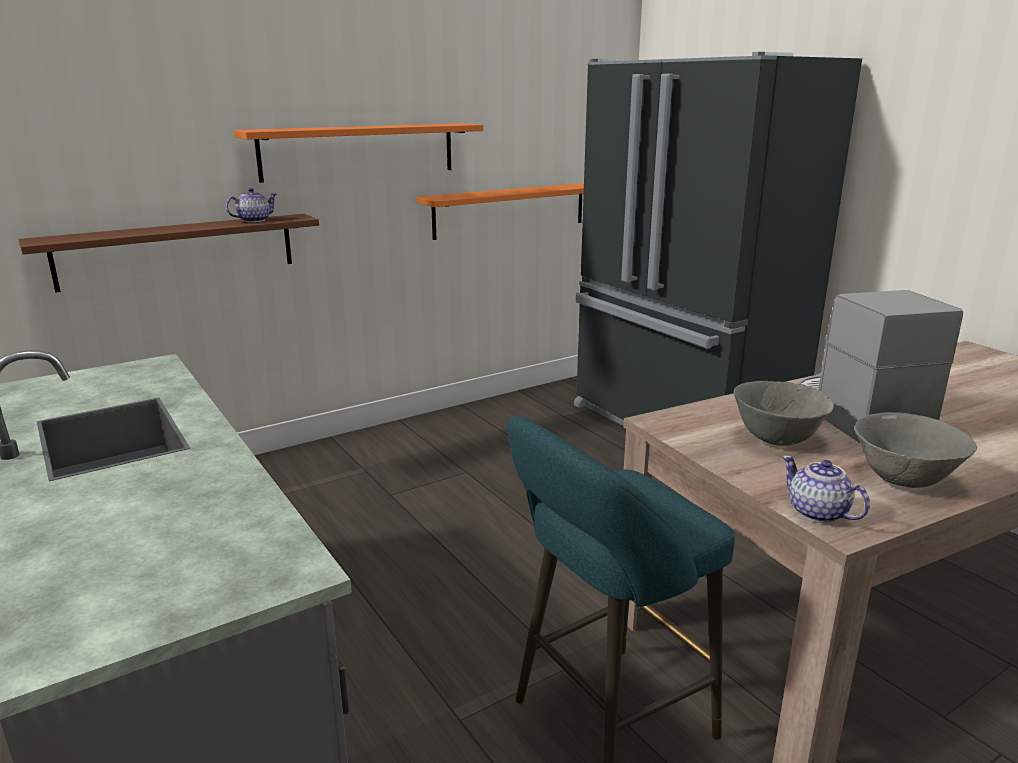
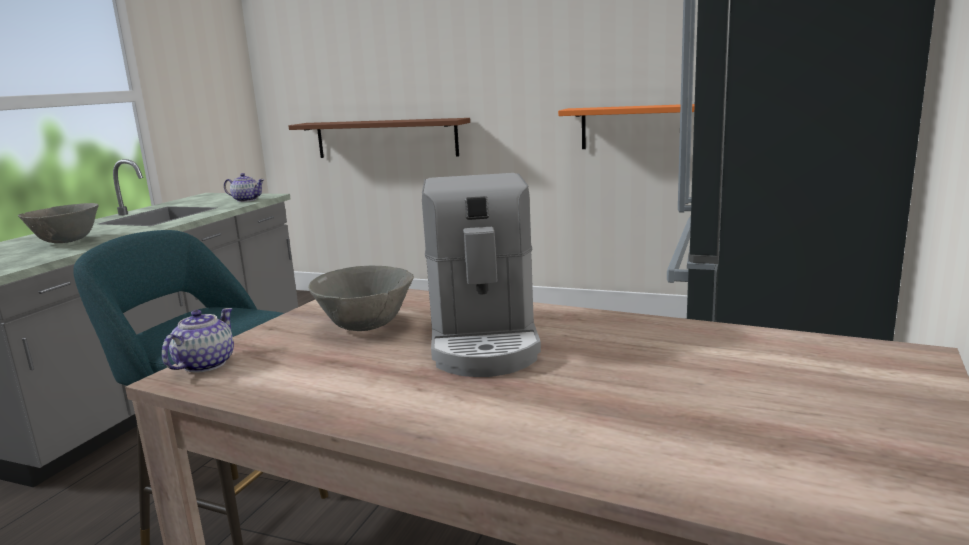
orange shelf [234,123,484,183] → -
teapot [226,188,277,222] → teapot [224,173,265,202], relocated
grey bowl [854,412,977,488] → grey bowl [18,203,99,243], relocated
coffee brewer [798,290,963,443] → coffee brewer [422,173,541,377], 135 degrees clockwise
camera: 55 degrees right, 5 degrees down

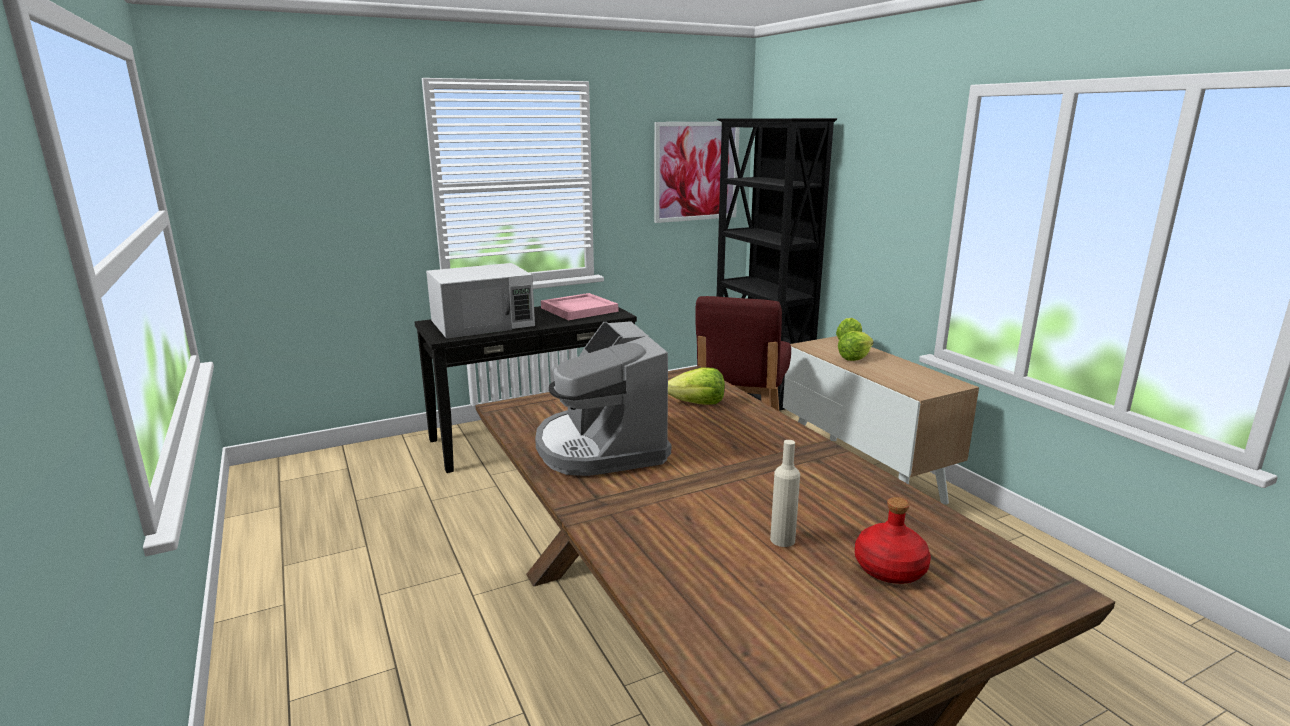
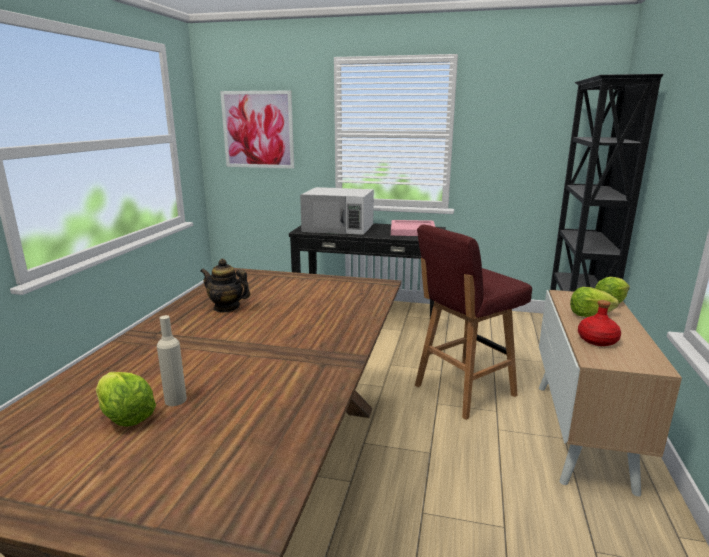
picture [654,122,740,223] → picture [220,90,294,169], relocated
lettuce [668,368,725,404] → lettuce [96,372,156,427], relocated
red bottle [855,497,931,584] → red bottle [578,300,621,346], relocated
coffee brewer [535,321,671,476] → teapot [200,259,250,313]
camera: 40 degrees right, 0 degrees up

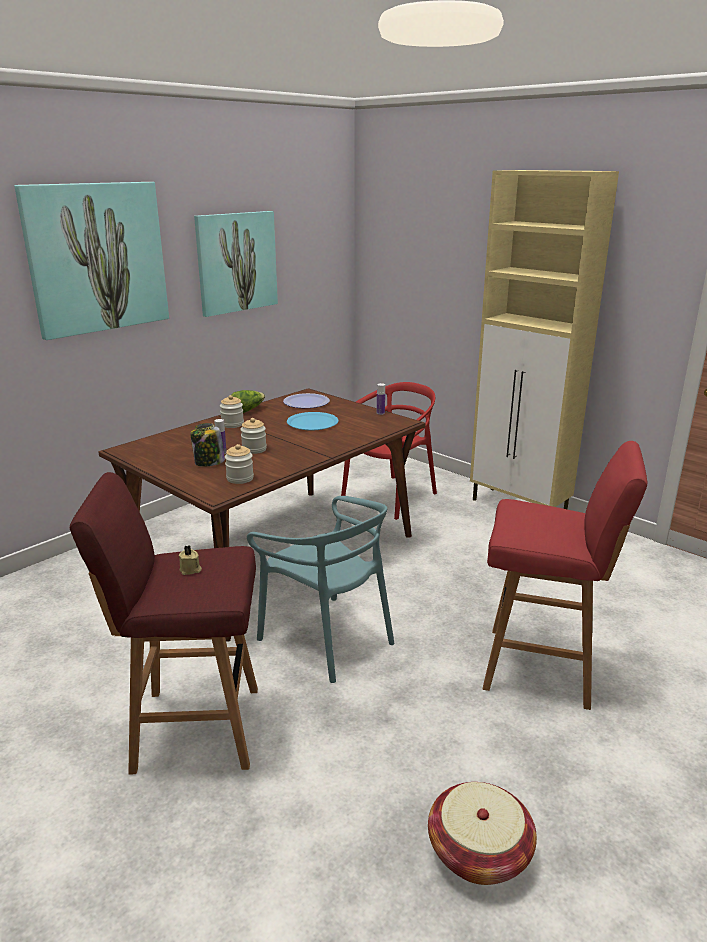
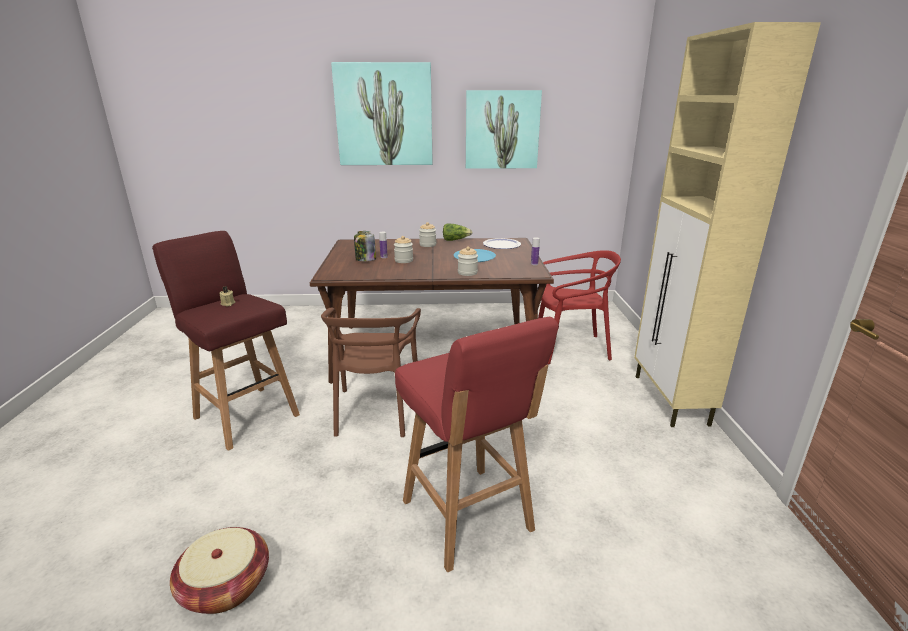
jar [225,444,254,484] → jar [458,246,478,276], relocated
turquoise-coloured upright chair [247,496,394,683] → brown upright chair [321,308,421,437]
camera: 45 degrees right, 0 degrees up

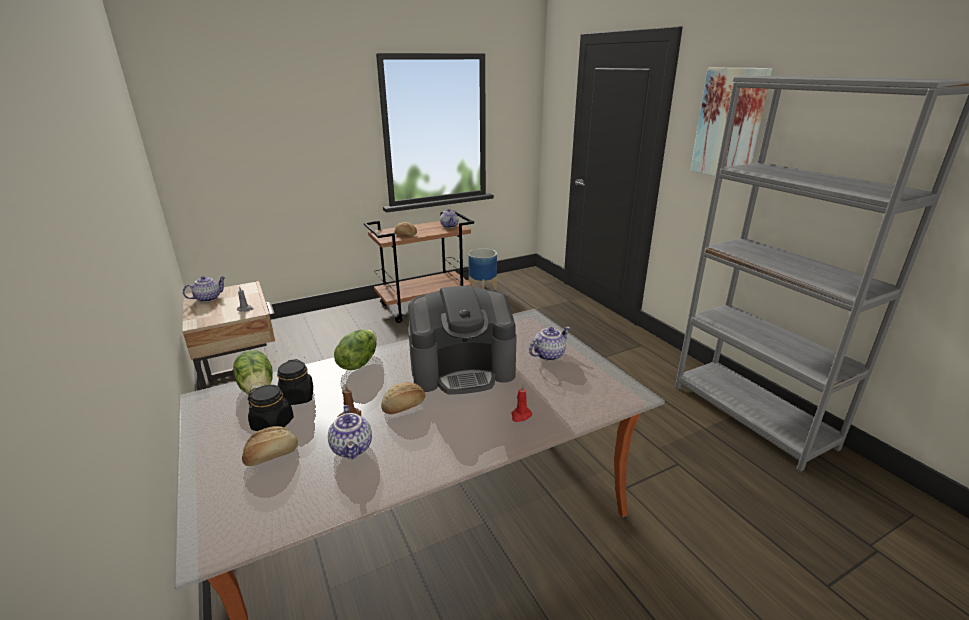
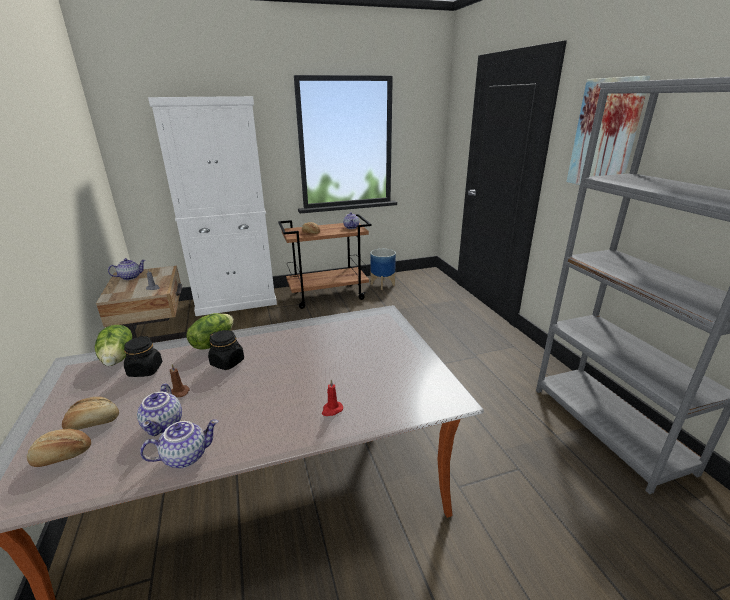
coffee brewer [408,285,517,395] → -
- → white storage cabinet [148,96,277,316]
black-coloured jar [248,385,294,431] → black-coloured jar [208,330,244,370], relocated
baked bread [381,382,425,414] → baked bread [27,429,91,467], relocated
teapot [529,327,570,361] → teapot [140,419,218,468], relocated
camera: 10 degrees right, 0 degrees up

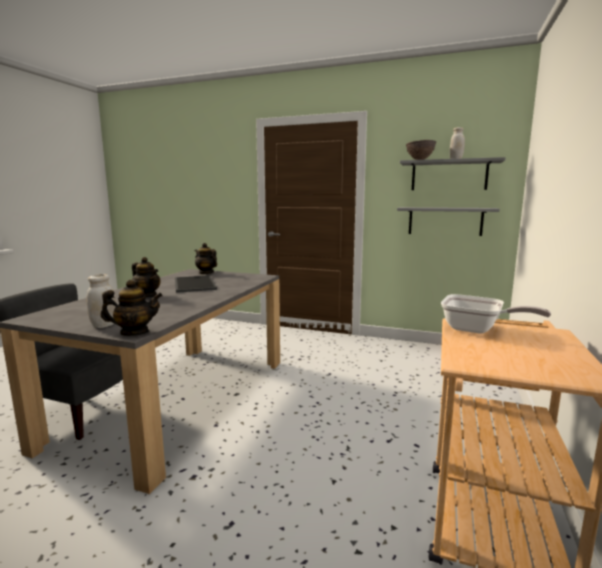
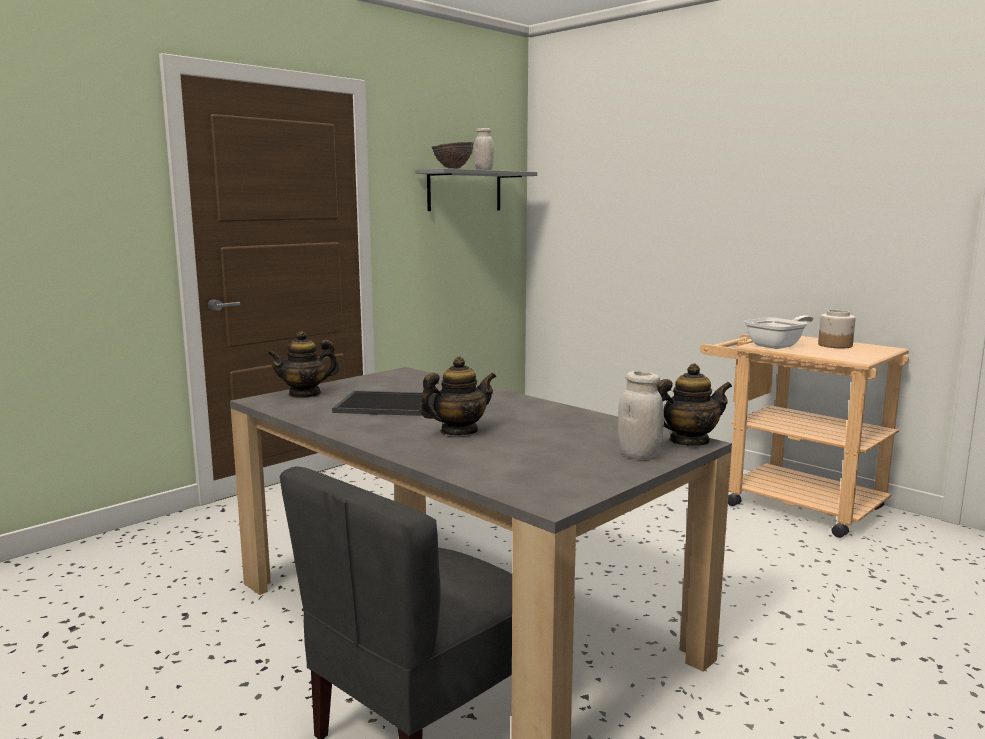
grey shelf [397,207,500,236] → -
- → jar [818,310,856,348]
teapot [100,280,163,336] → teapot [657,363,732,446], 60 degrees clockwise
camera: 65 degrees left, 0 degrees up

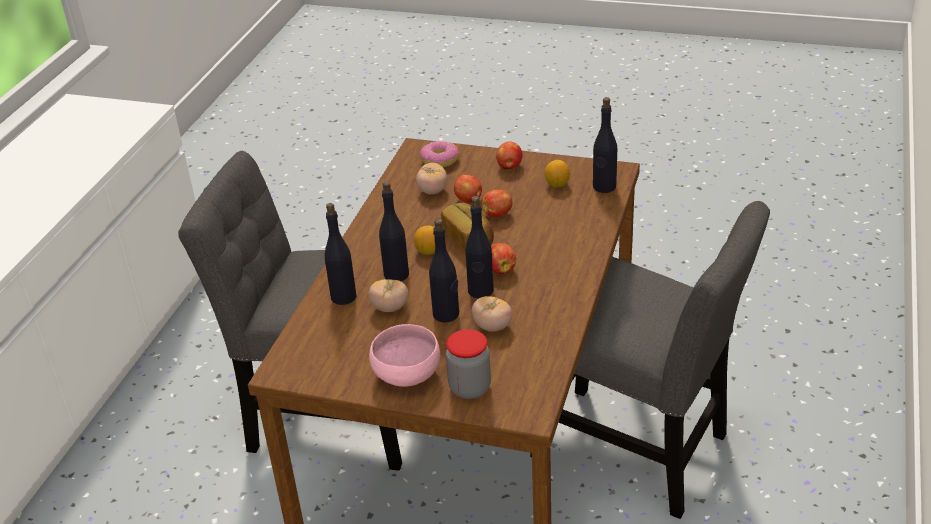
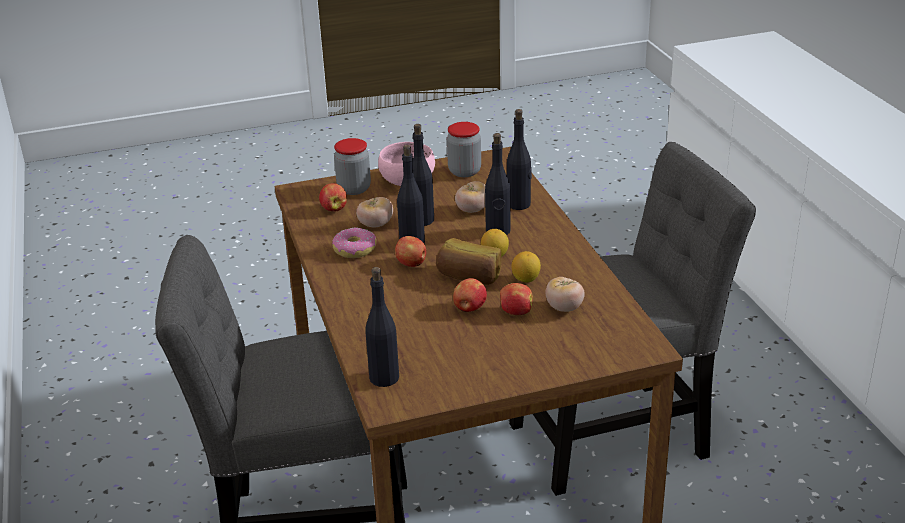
- → jar [447,122,481,177]
doughnut [420,141,459,167] → doughnut [332,228,376,258], relocated
whole apple [496,141,523,169] → whole apple [319,183,347,212], relocated
lemon [545,160,570,187] → lemon [512,251,541,283], relocated
camera: 145 degrees right, 5 degrees down

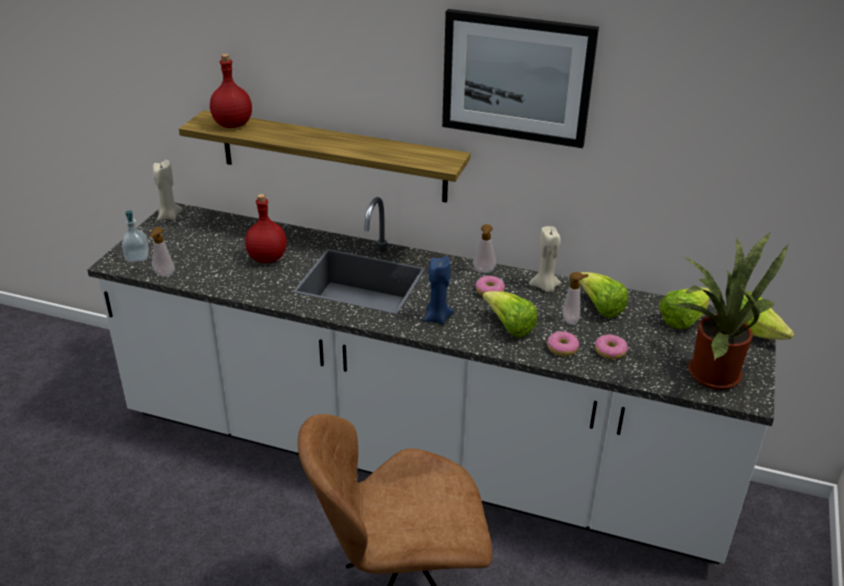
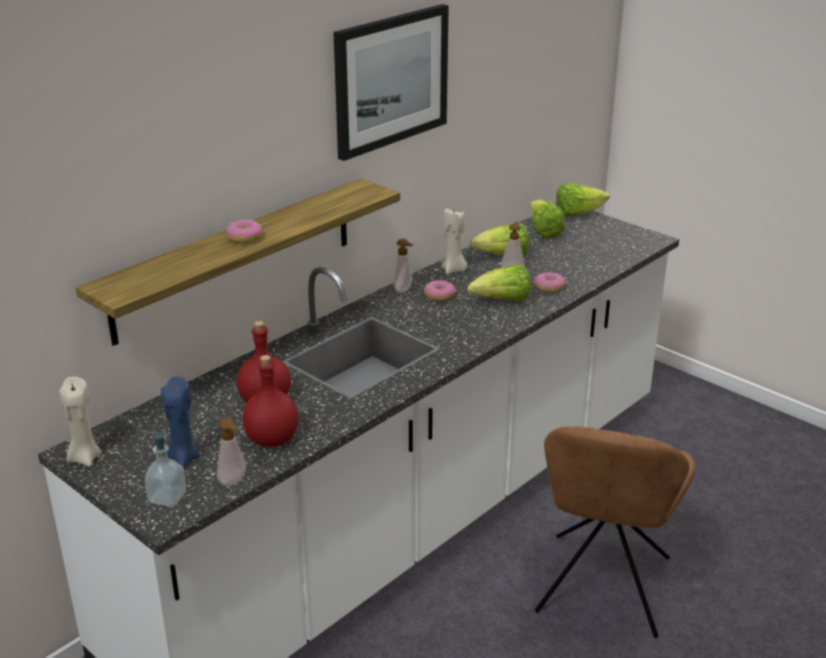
potted plant [674,232,788,390] → -
red bottle [210,54,252,128] → red bottle [243,355,298,447], relocated
blue-coloured wax candle [423,256,454,325] → blue-coloured wax candle [161,376,200,467], relocated
doughnut [595,334,628,359] → doughnut [225,220,262,243], relocated
camera: 65 degrees left, 5 degrees down

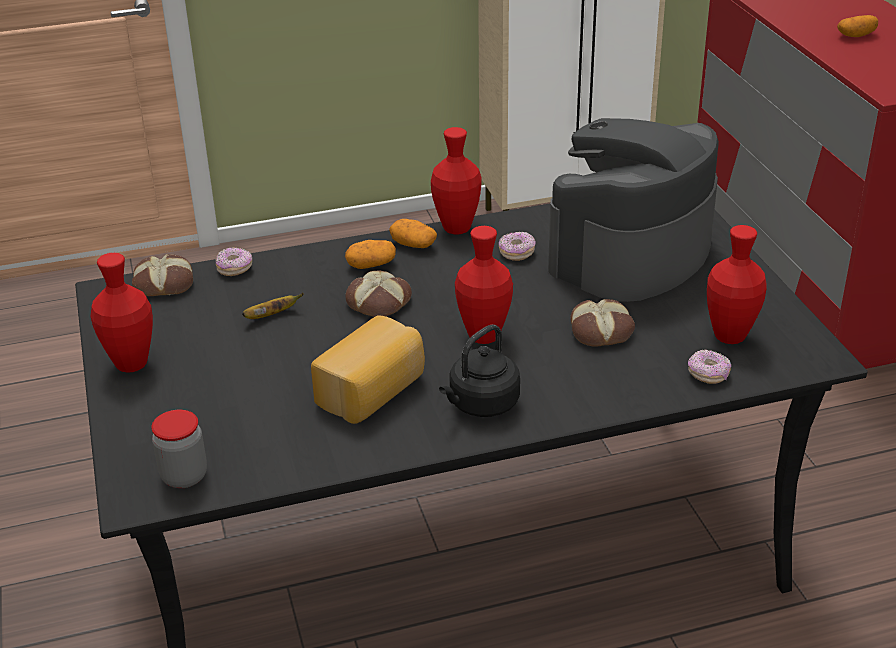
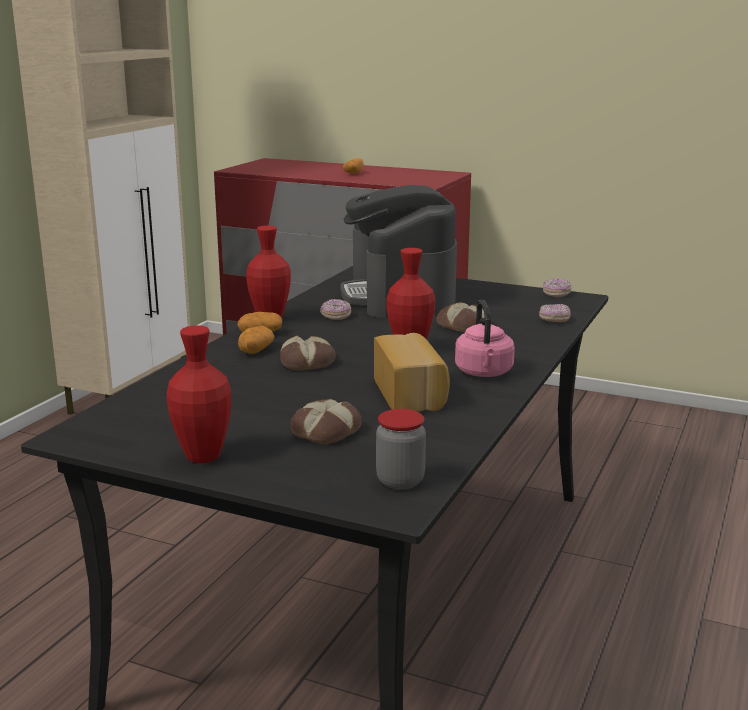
whole banana [242,293,304,319] → -
red decorative vase [707,225,767,344] → -
baked bread [132,254,193,296] → baked bread [290,399,362,444], relocated
doughnut [216,247,252,276] → doughnut [543,278,572,297], relocated
black-coloured kettle [439,324,520,417] → pink kettle [455,300,515,377]
camera: 50 degrees left, 15 degrees down

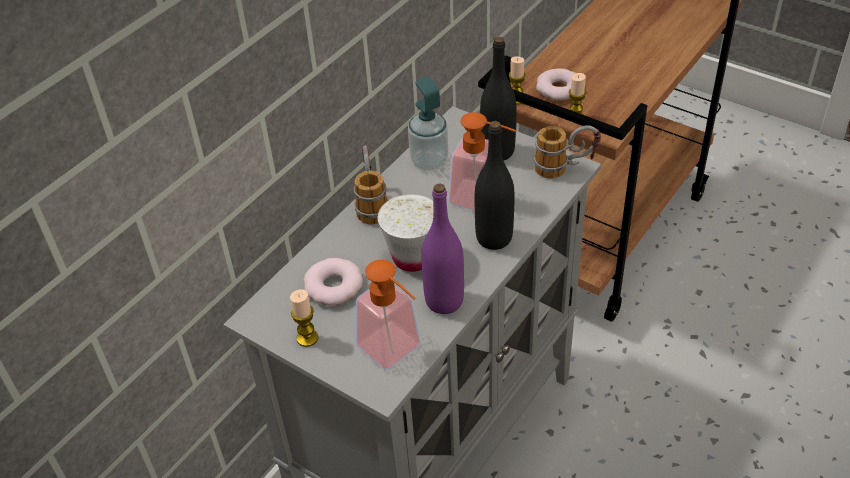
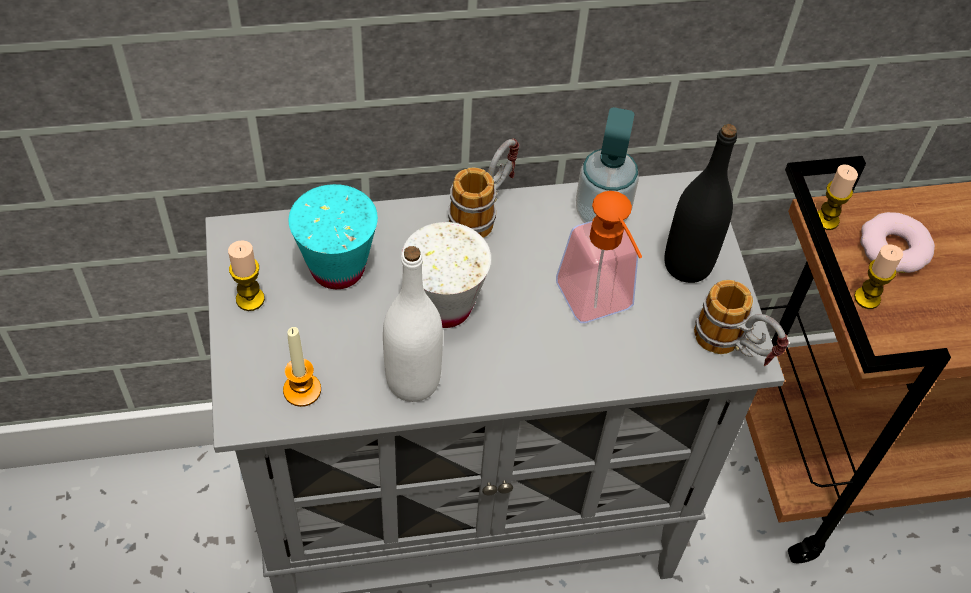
black-coloured bottle [475,121,515,250] → -
doughnut [303,258,363,306] → turquoise-coloured cup [289,184,378,289]
liquid soap bottle [356,260,421,370] → wax candle [283,327,321,407]
purplish bottle [421,184,464,314] → white bottle [383,246,443,402]
camera: 40 degrees right, 10 degrees up

